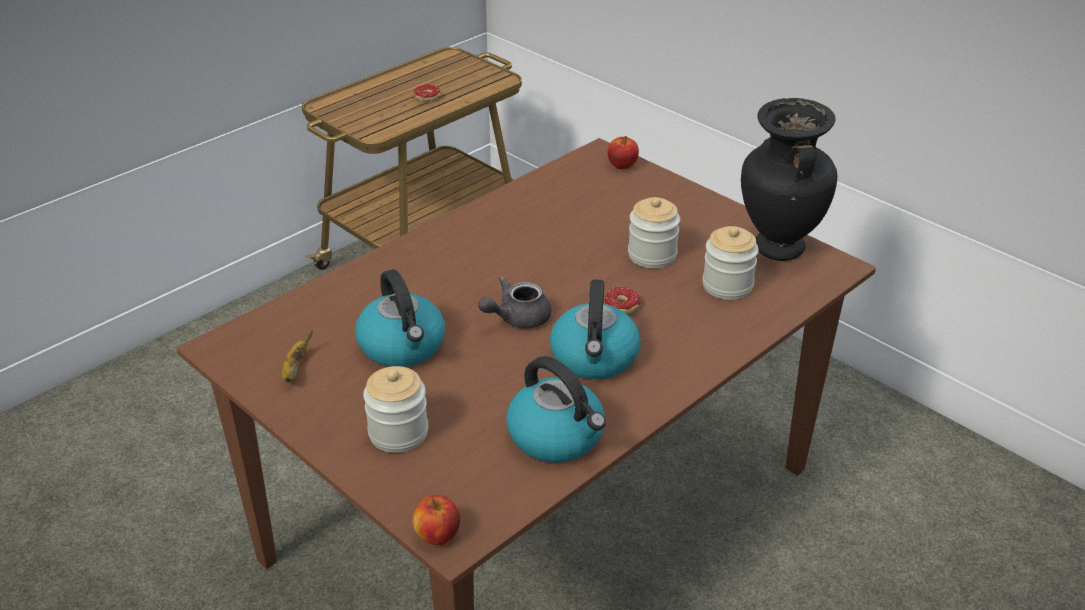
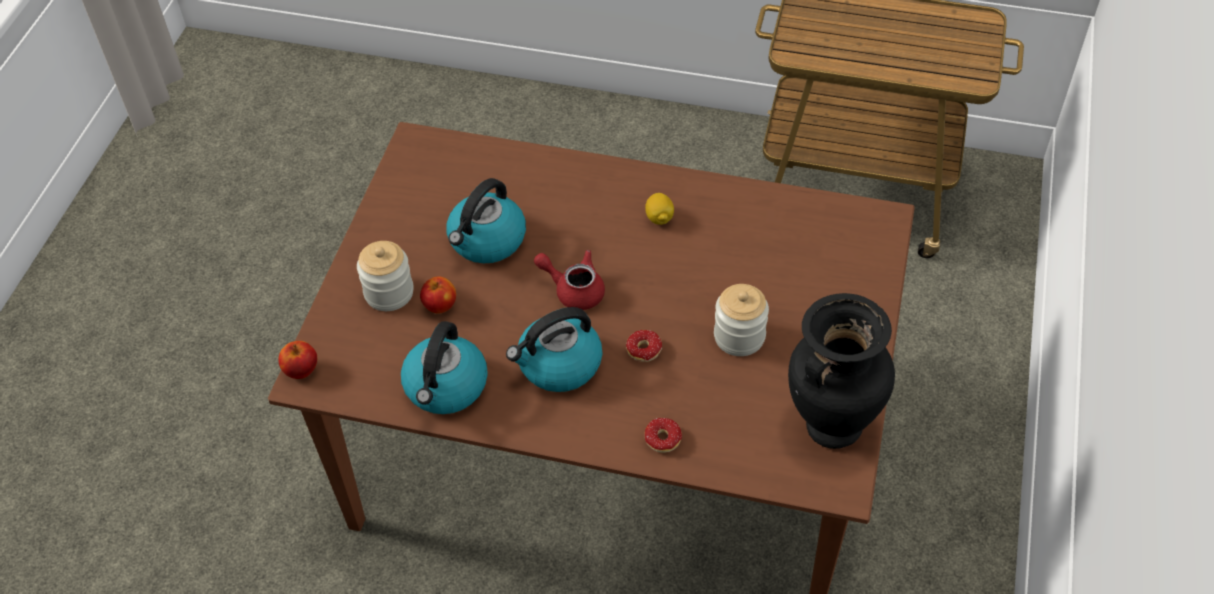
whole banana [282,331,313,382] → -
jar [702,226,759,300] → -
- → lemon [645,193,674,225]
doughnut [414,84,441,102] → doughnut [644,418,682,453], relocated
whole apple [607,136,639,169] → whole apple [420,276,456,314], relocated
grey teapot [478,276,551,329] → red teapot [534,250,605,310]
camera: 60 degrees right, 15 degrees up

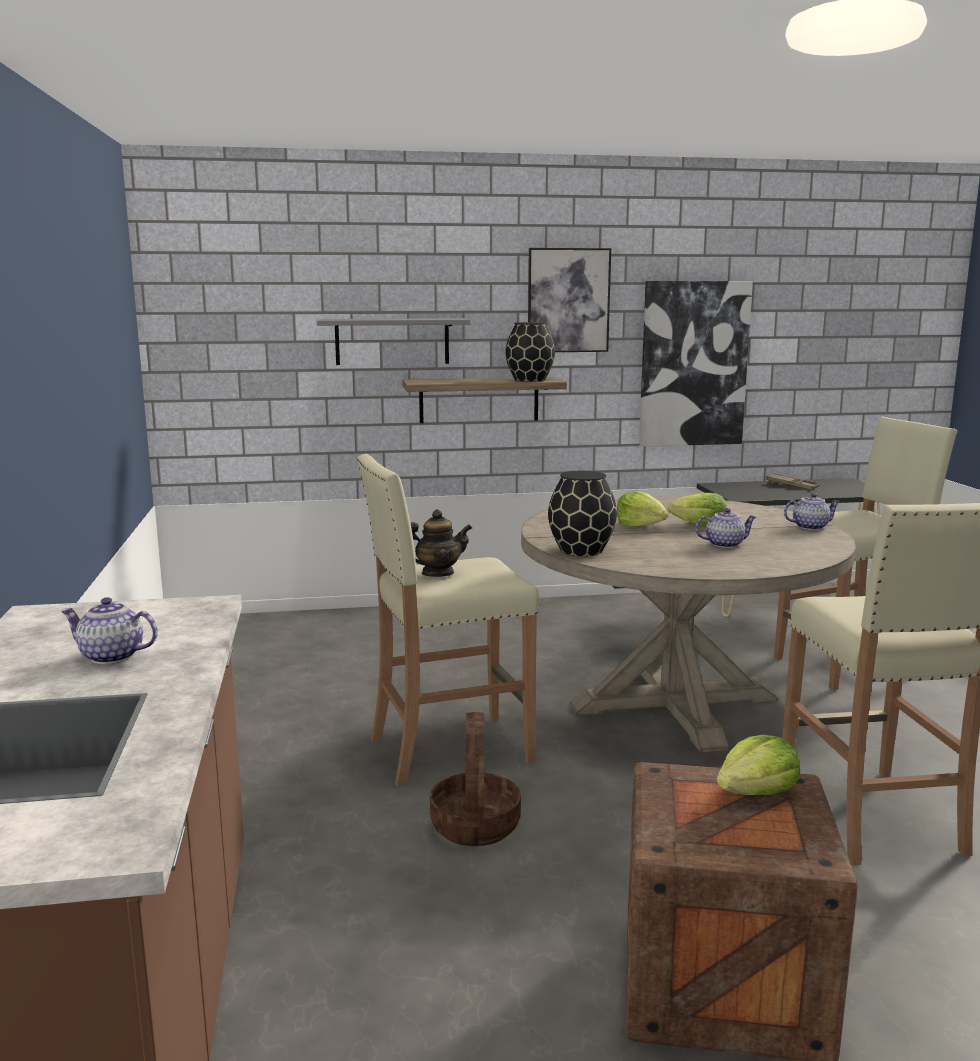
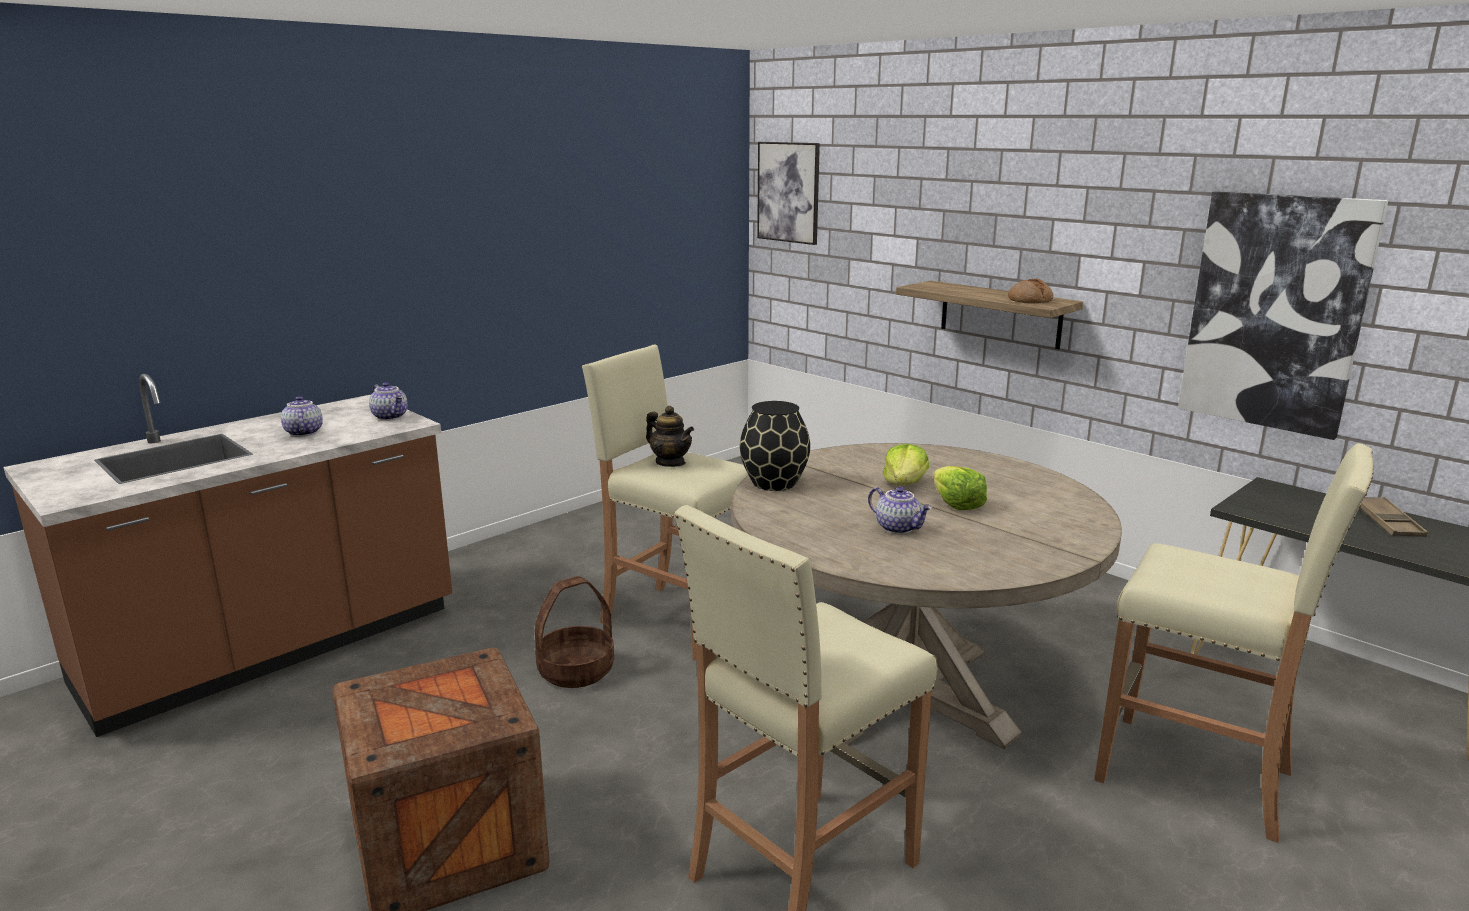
grey shelf [317,318,471,365] → -
lettuce [717,735,800,795] → -
picture [528,248,611,352] → picture [757,142,820,245], relocated
teapot [784,493,841,530] → teapot [369,382,408,420], relocated
black-coloured decorative vase [505,322,555,382] → baked bread [1008,279,1053,304]
camera: 55 degrees right, 5 degrees up

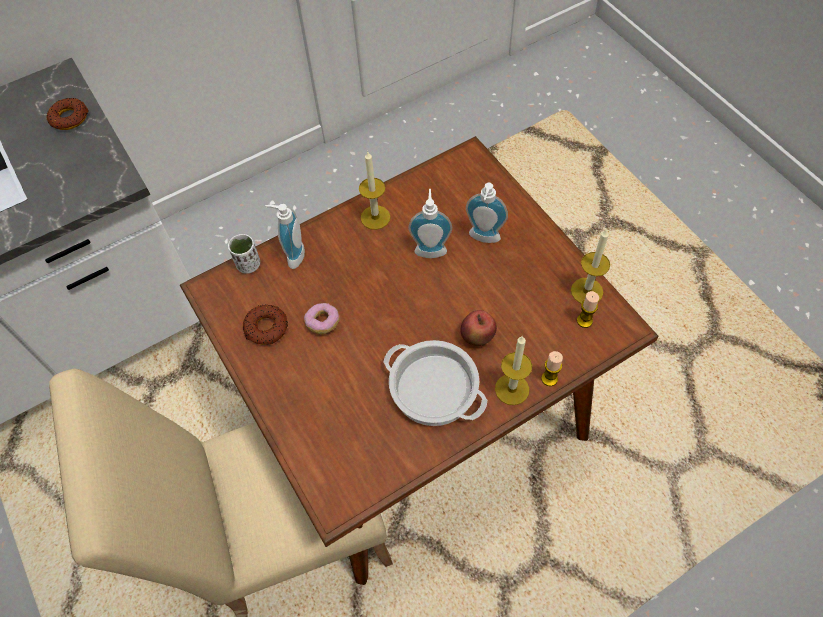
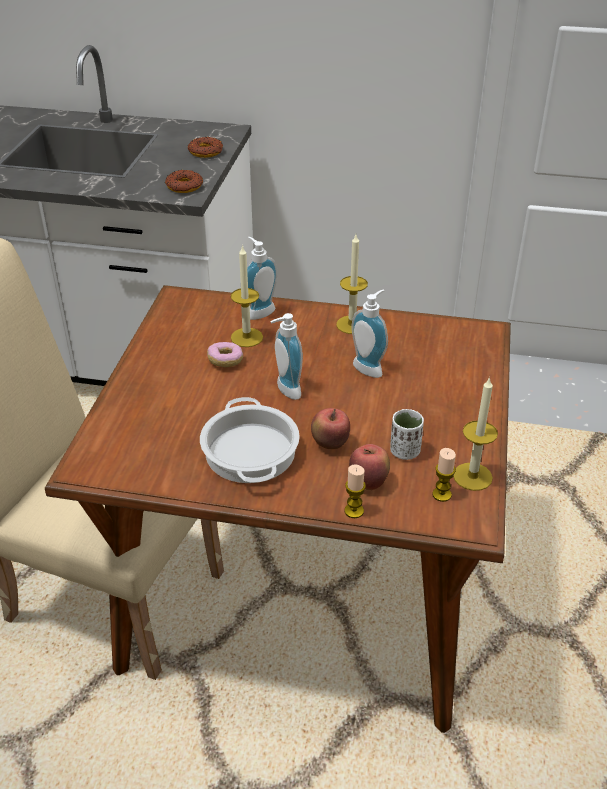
- → whole apple [349,444,390,490]
white cup [228,234,260,274] → white cup [390,409,424,460], relocated
doughnut [243,304,288,345] → doughnut [165,170,203,193], relocated
liquid soap bottle [466,183,508,243] → liquid soap bottle [270,313,303,400], relocated
wax candle [495,336,532,405] → wax candle [231,245,263,347], relocated
camera: 40 degrees right, 20 degrees down

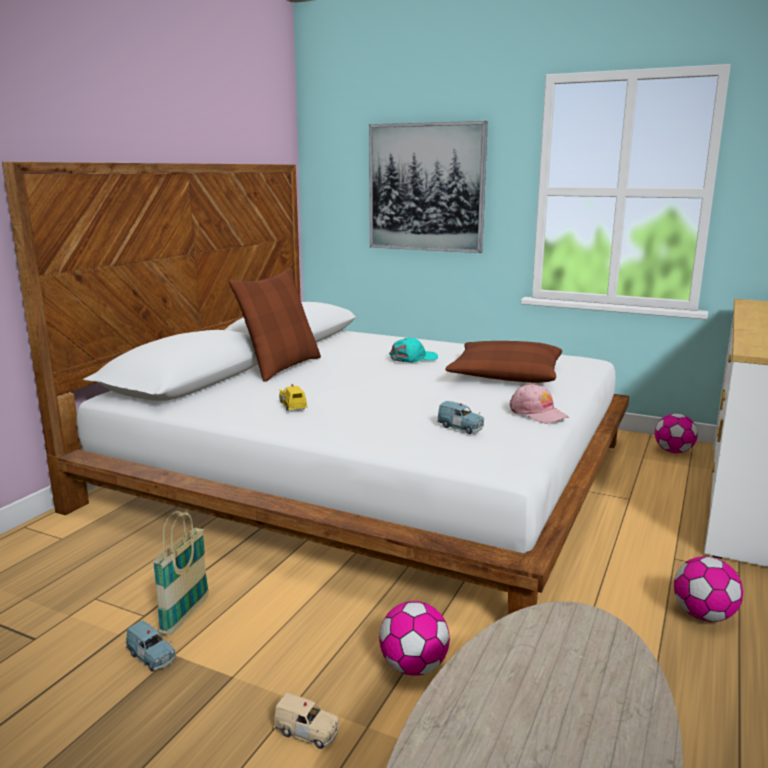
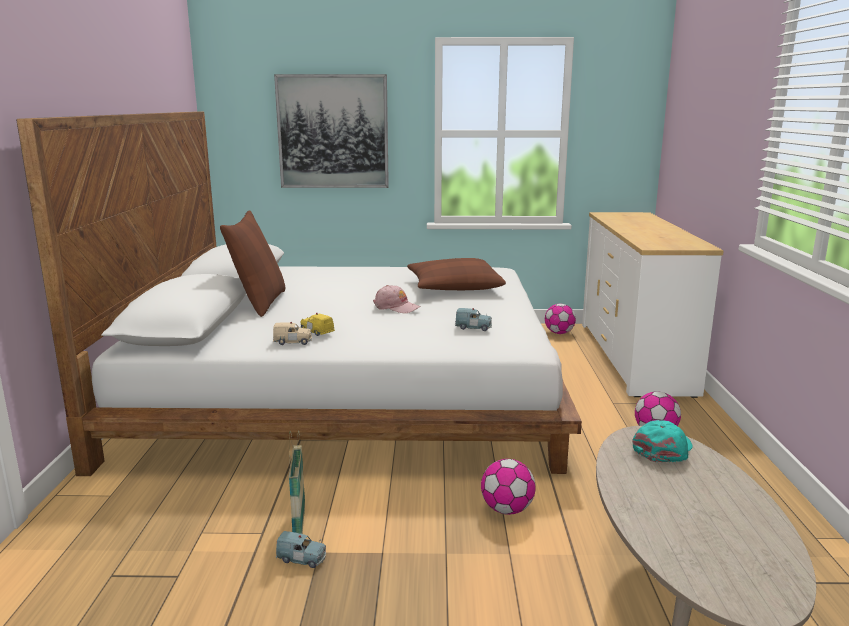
beige-coloured toy car [274,693,339,749] → beige-coloured toy car [273,322,312,345], relocated
turquoise-coloured peaked cap [389,338,438,363] → turquoise-coloured peaked cap [632,420,693,462], relocated
pink peaked cap [510,383,569,424] → pink peaked cap [373,285,421,313], relocated
camera: 25 degrees left, 0 degrees up

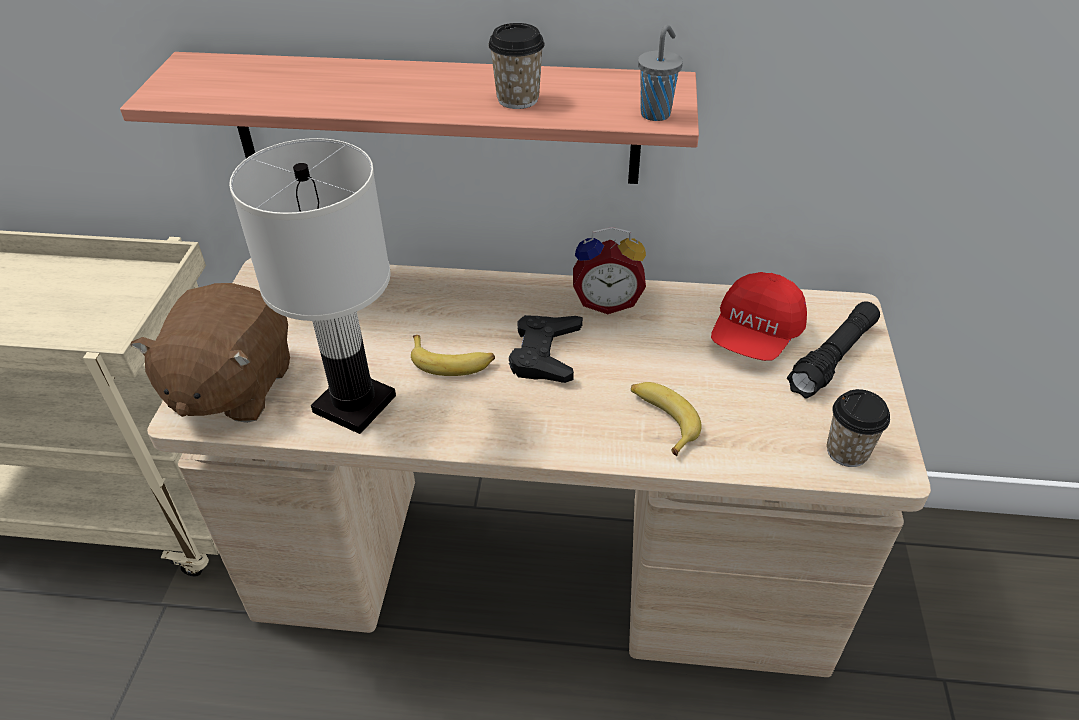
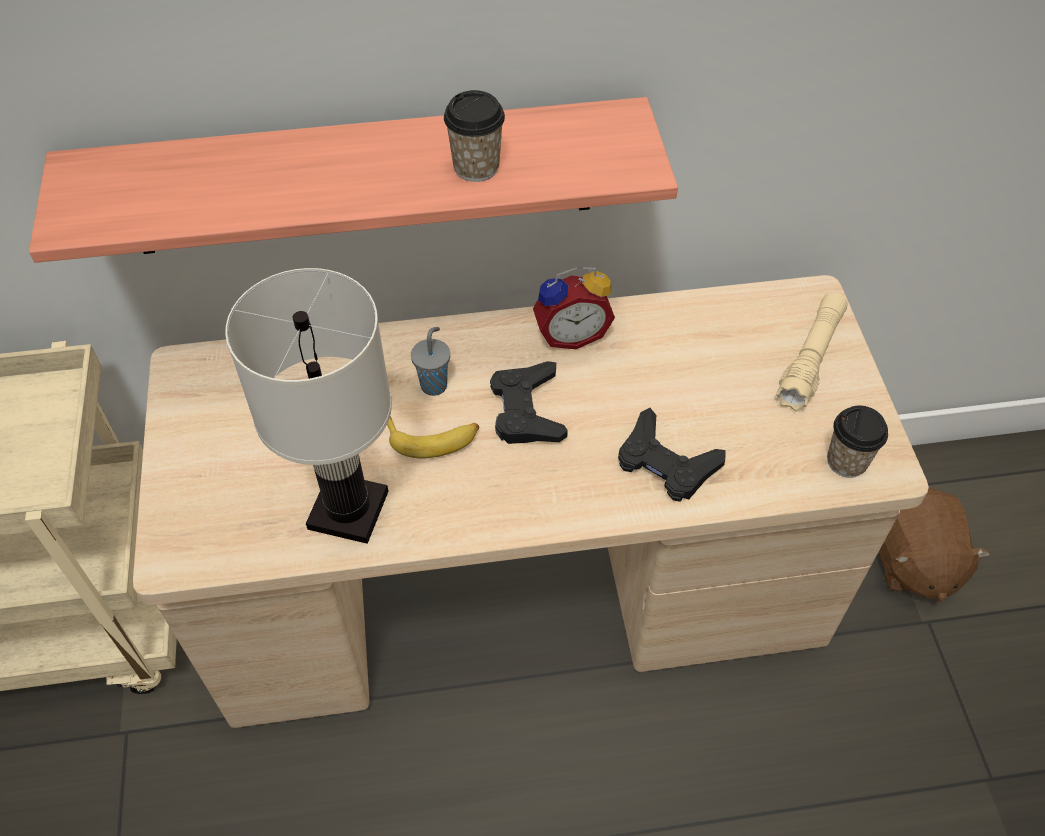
red peaked cap [711,272,807,361] → -
brown plush toy [131,283,290,423] → brown plush toy [879,488,990,602], relocated
grey cup [638,25,683,121] → grey cup [411,327,450,396], relocated
whole banana [631,382,702,456] → black-coloured game controller [618,408,726,502]
black-coloured torch [787,301,880,399] → beige-coloured torch [776,293,848,411]
camera: 15 degrees left, 10 degrees up

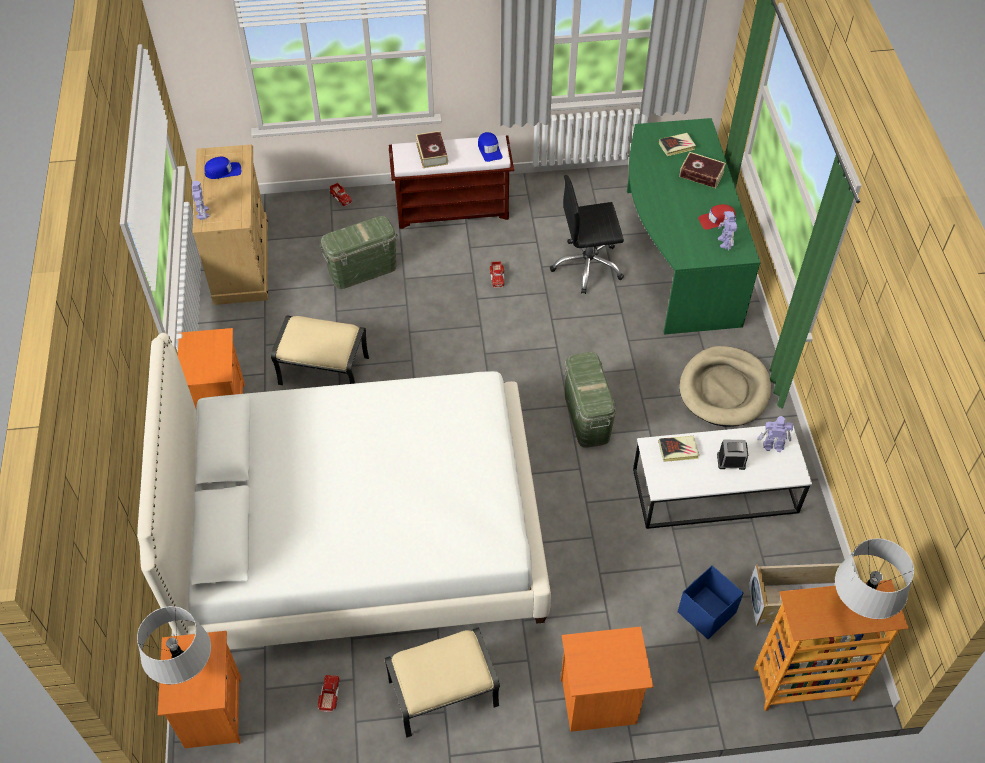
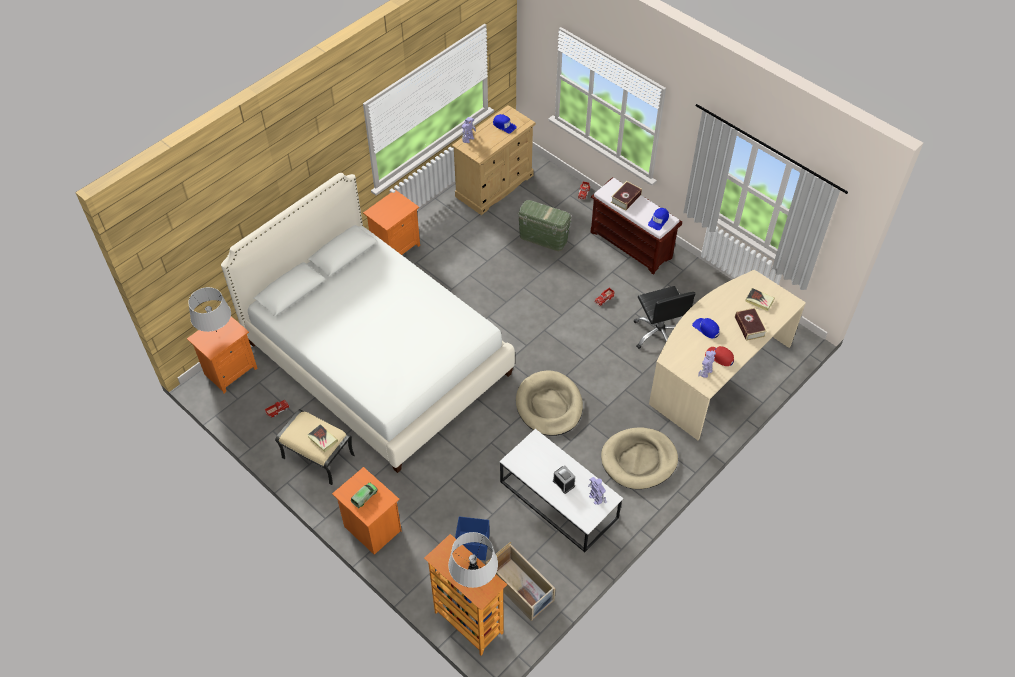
beige-coloured ottoman [271,316,369,386] → -
- → toy lorry [351,483,378,508]
- → blue-coloured peaked cap [692,318,719,338]
bound book [658,436,699,462] → bound book [307,424,338,452], relocated
green storage bin [565,352,616,448] → beige-coloured dog bed [516,370,583,436]
green desk unit [627,118,761,335] → beige-coloured desk unit [649,270,806,440]
black-coloured office chair [550,175,624,294] → black-coloured office chair [634,286,696,349], 150 degrees counterclockwise
camera: 50 degrees right, 0 degrees up

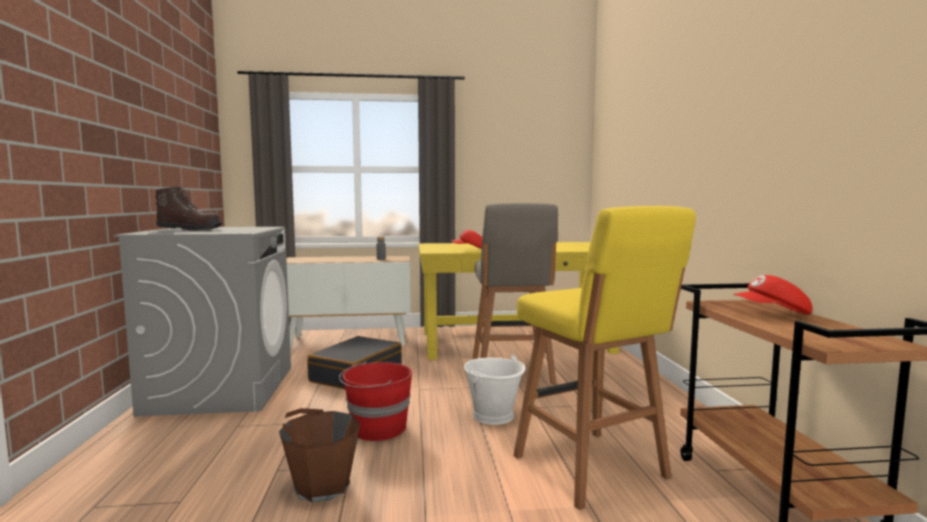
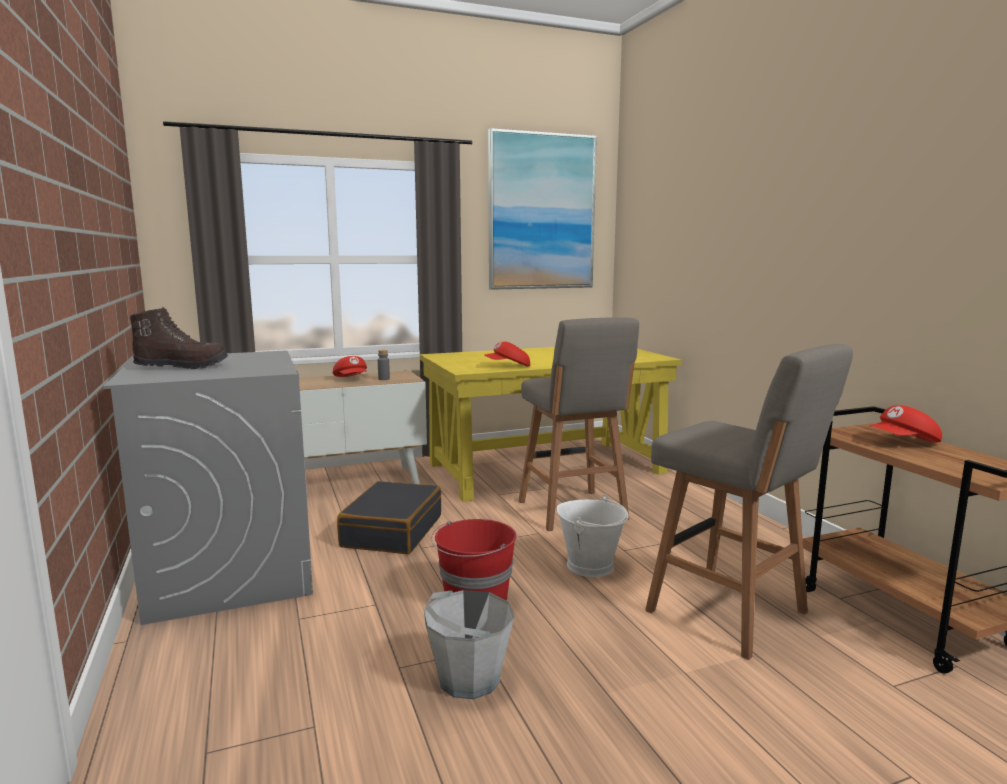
- → red peaked cap [333,356,367,377]
- → picture [488,128,597,290]
brown bucket [279,408,360,502] → grey bucket [424,590,514,699]
yellowish stool seat [513,206,696,510] → grey stool seat [645,344,853,660]
camera: 15 degrees left, 5 degrees up

